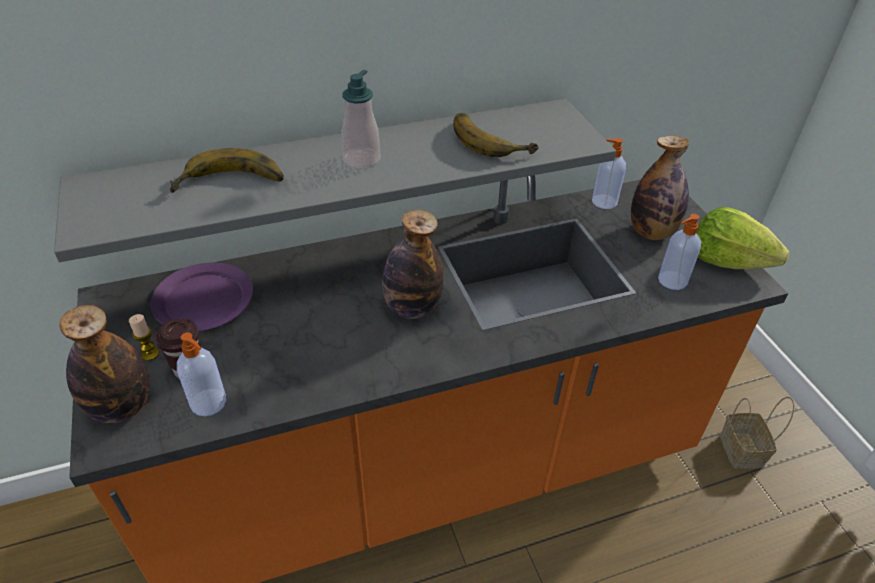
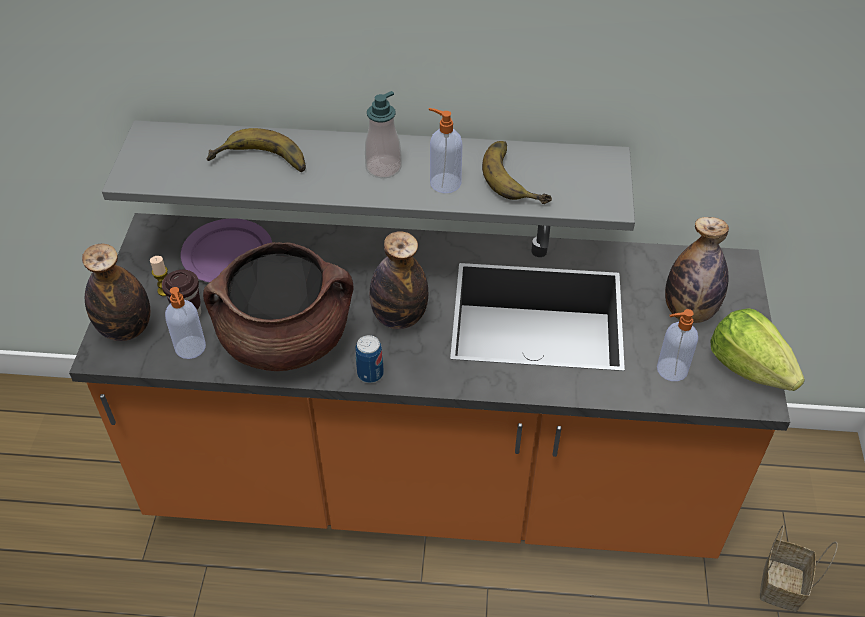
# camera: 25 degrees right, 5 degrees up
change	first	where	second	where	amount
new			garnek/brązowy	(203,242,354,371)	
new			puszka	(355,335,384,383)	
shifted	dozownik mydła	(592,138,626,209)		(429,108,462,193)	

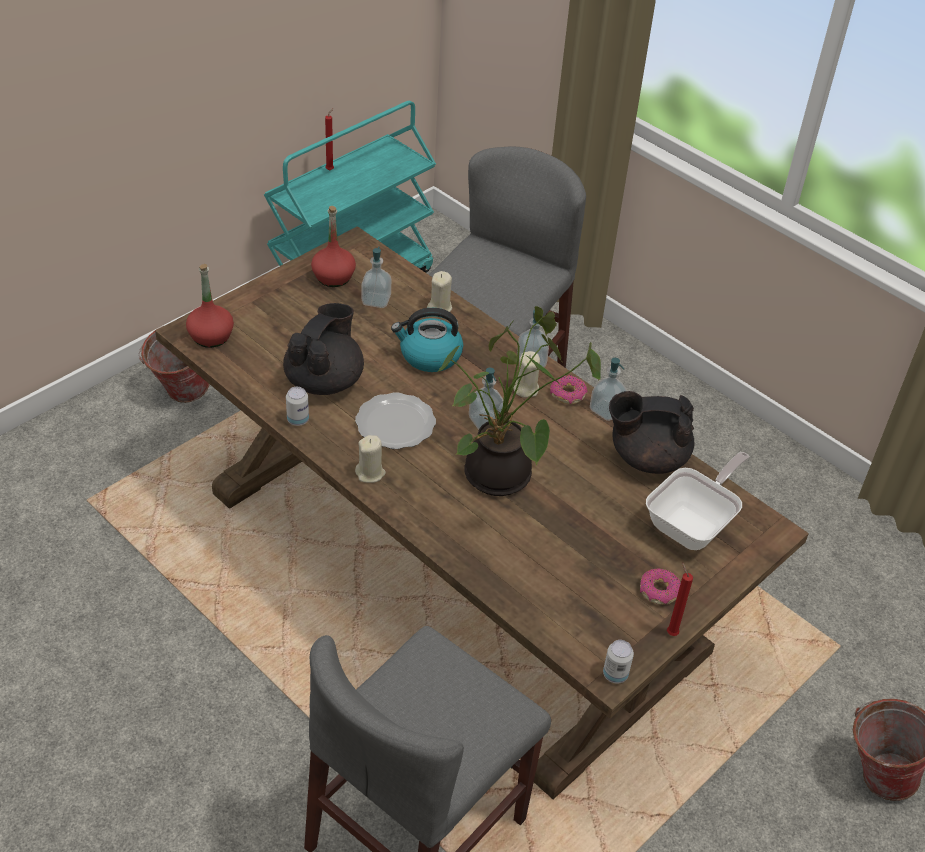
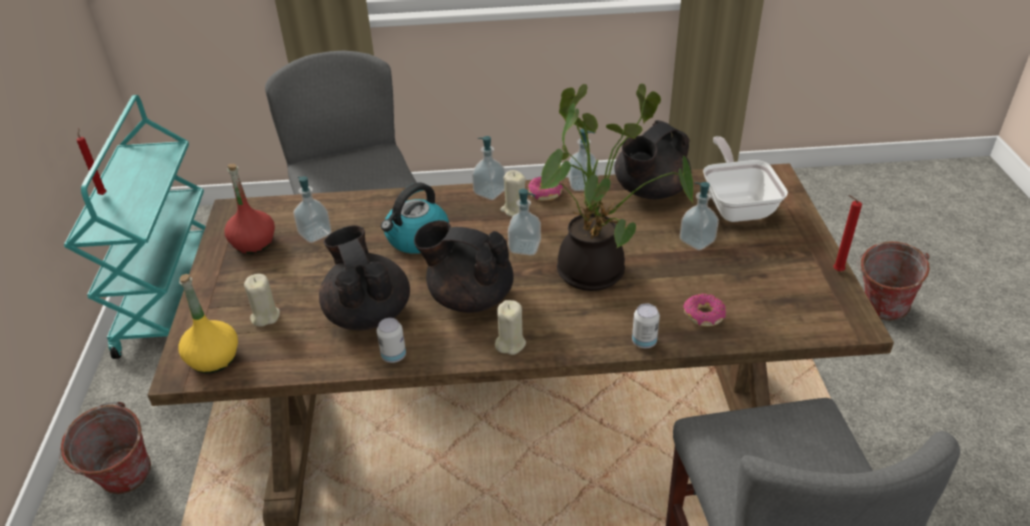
# camera: 45 degrees left, 5 degrees down
change	first	where	second	where	amount
new			dozownik mydła	(680,182,719,250)	
shifted	świeca/beżowy	(427,271,452,312)		(244,274,280,327)	
shifted	puszka	(603,640,634,684)		(632,304,660,348)	
shifted	donut	(640,569,681,605)		(683,294,726,327)	
swapped	talerz	(355,392,436,449)	imbryk/czarny	(414,220,513,313)	
repainted	butelka/czerwony	(186,264,234,348)	butelka/żółty	(178,274,238,374)	

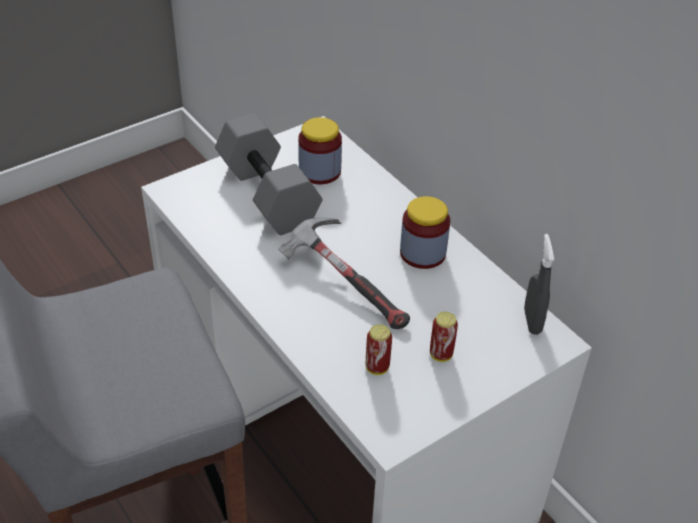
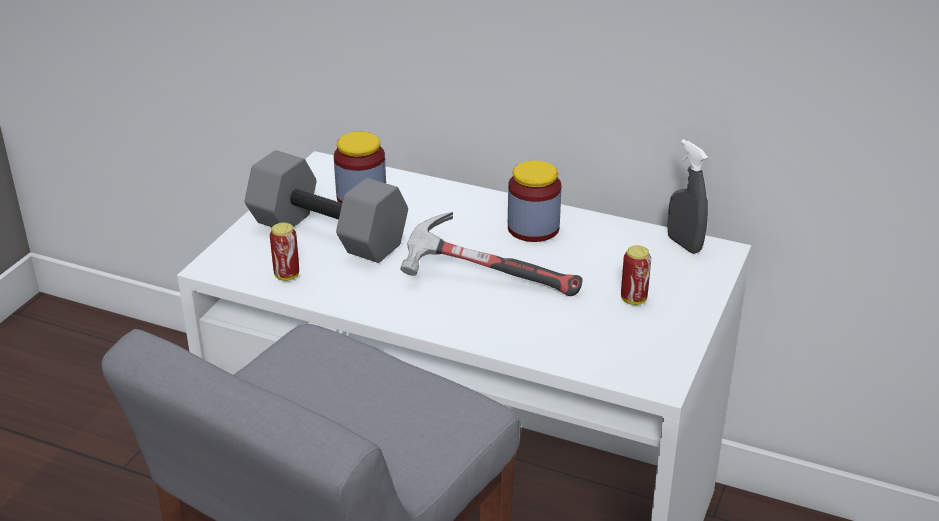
# camera: 30 degrees left, 10 degrees down
change	first	where	second	where	amount
shifted	puszka	(366,324,392,375)		(270,223,299,281)	

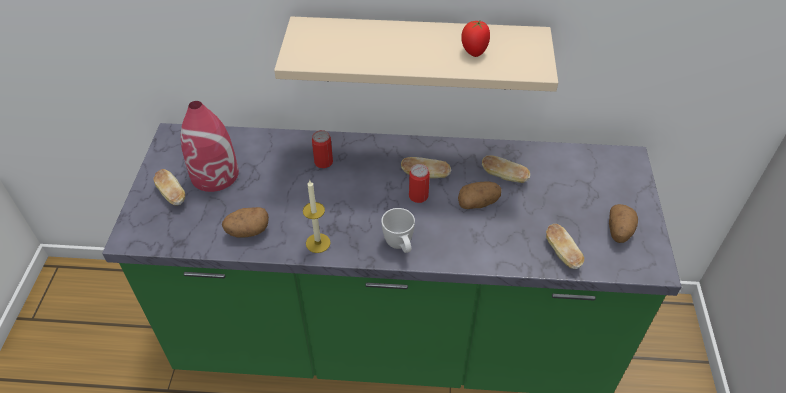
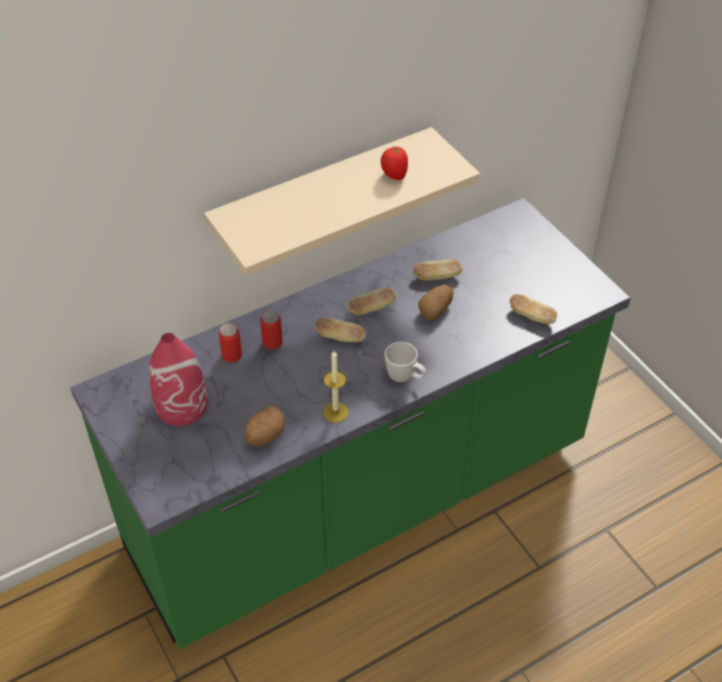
# camera: 35 degrees left, 0 degrees up
change	first	where	second	where	amount
gone	ziemniak	(609,204,638,243)			
shifted	chleb	(154,169,185,205)		(315,318,366,342)	
shifted	puszka	(409,164,430,203)		(219,323,242,362)	

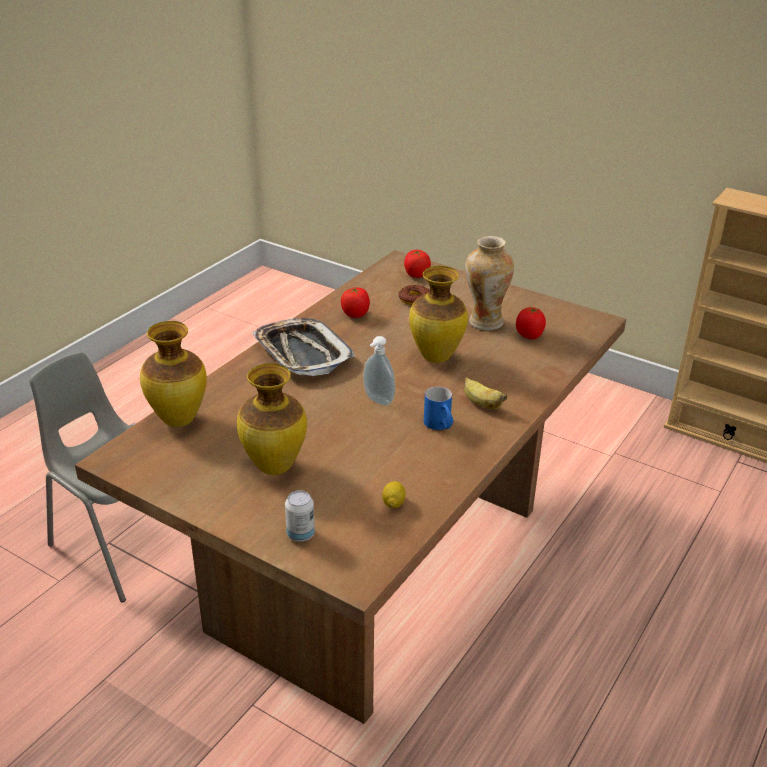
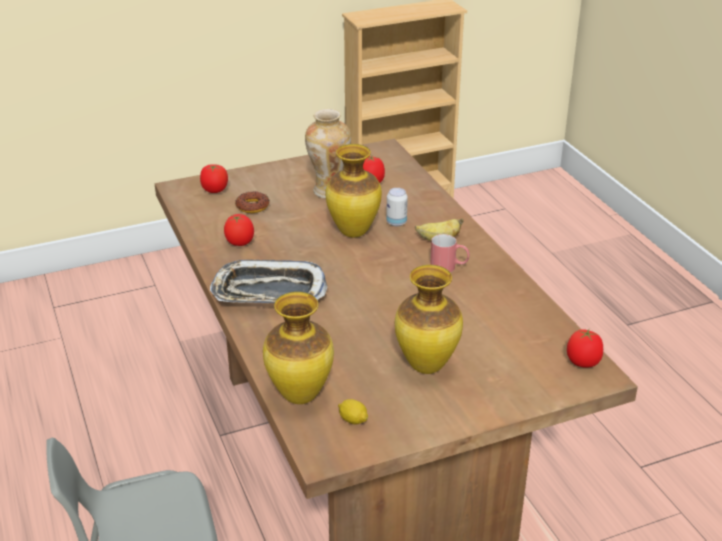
# camera: 55 degrees left, 0 degrees up
change	first	where	second	where	amount
gone	dozownik mydła	(363,336,395,406)			
new			pomidor	(567,329,603,368)	
shifted	puszka	(285,490,315,542)		(386,188,408,227)	
shifted	cytryna	(382,481,405,508)		(338,399,368,424)	
repainted	kubek/niebieski	(424,386,454,430)	kubek/czerwony	(430,234,470,273)	

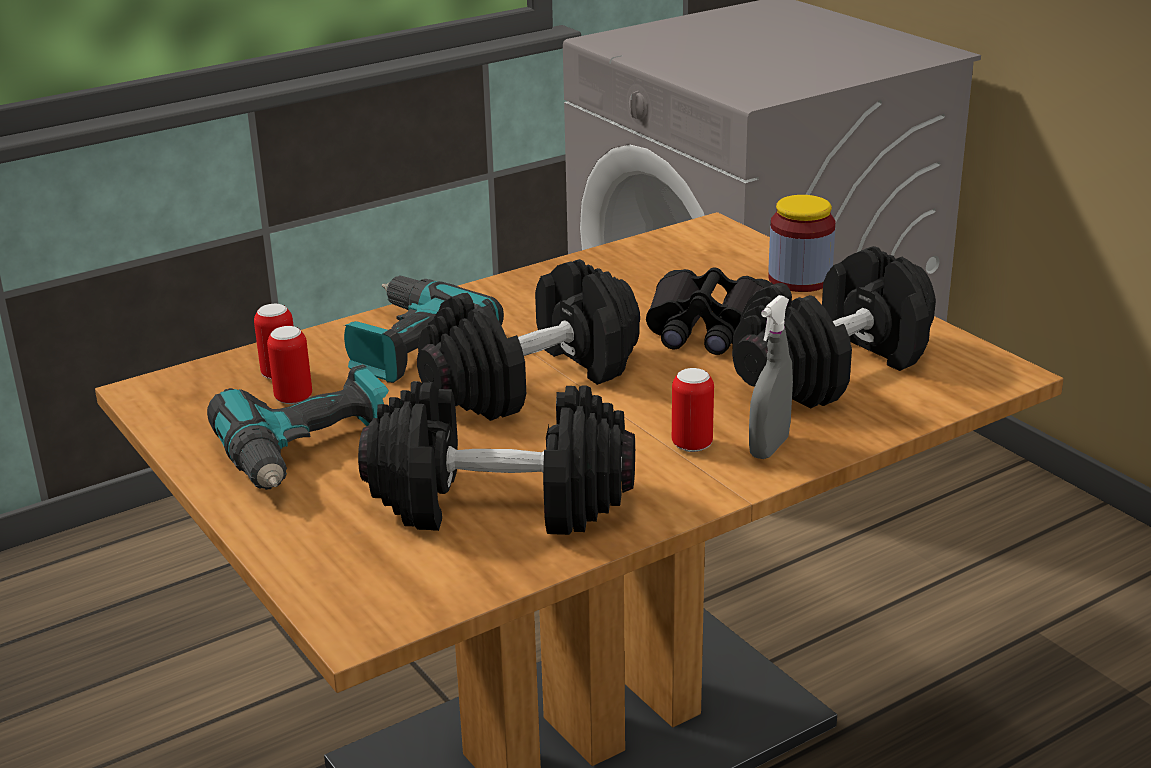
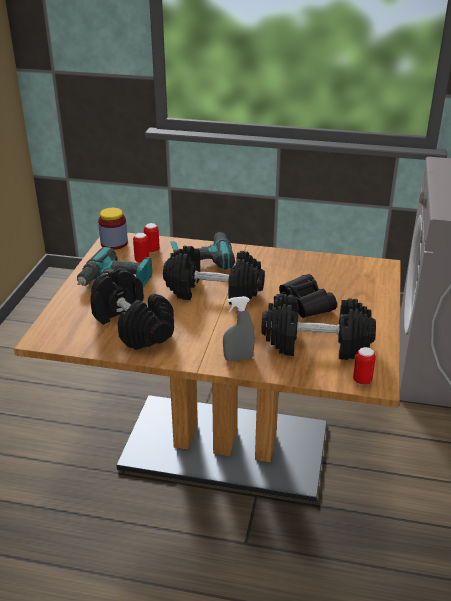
# camera: 45 degrees right, 5 degrees up
change	first	where	second	where	amount
shifted	puszka	(672,368,714,452)		(353,347,376,385)	
shifted	słoik	(768,195,835,292)		(98,208,128,250)	

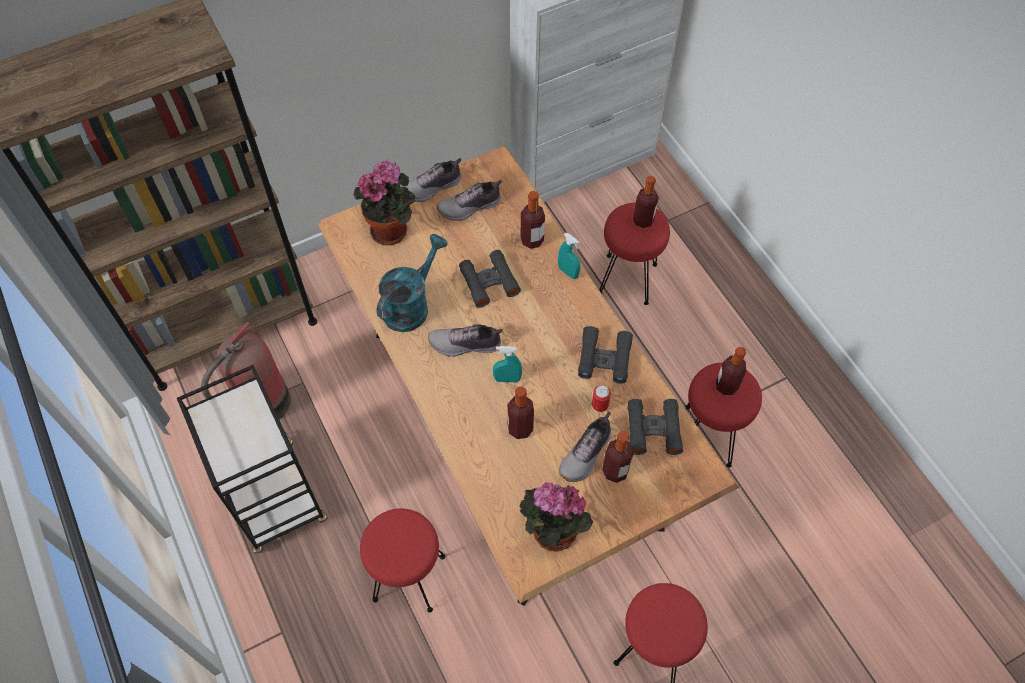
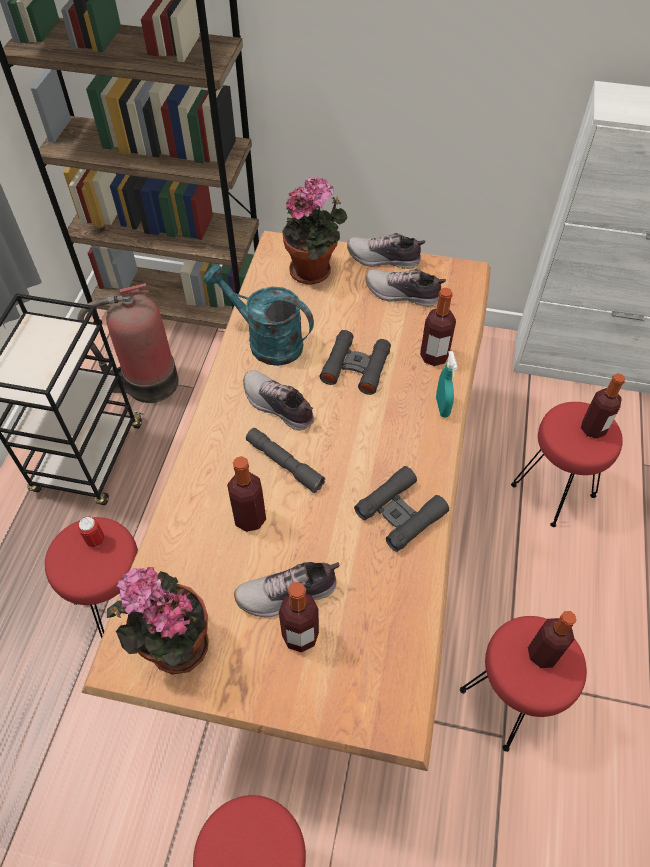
# camera: 40 degrees right, 5 degrees down
change	first	where	second	where	amount
gone	lornetka/czarny	(627,399,683,455)			
shifted	puszka	(592,385,611,412)		(78,516,105,547)	
swapped	spryskiwacz/turkusowy	(493,346,522,383)	latarka/szary	(246,428,325,493)	
rotated	konewka/turkusowy	(376,234,448,332)		(203,264,314,366)	135 degrees counterclockwise

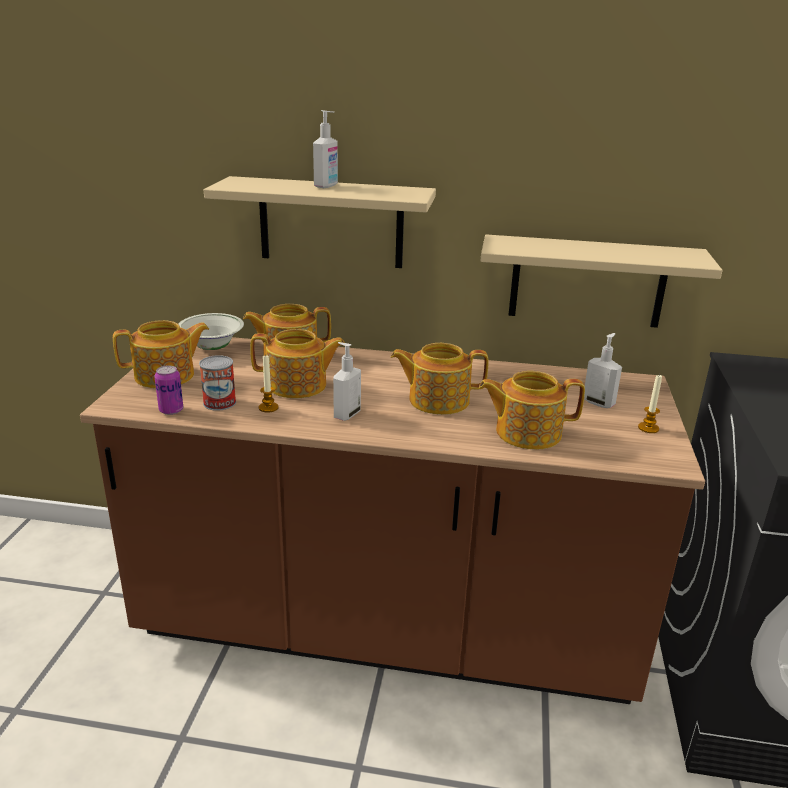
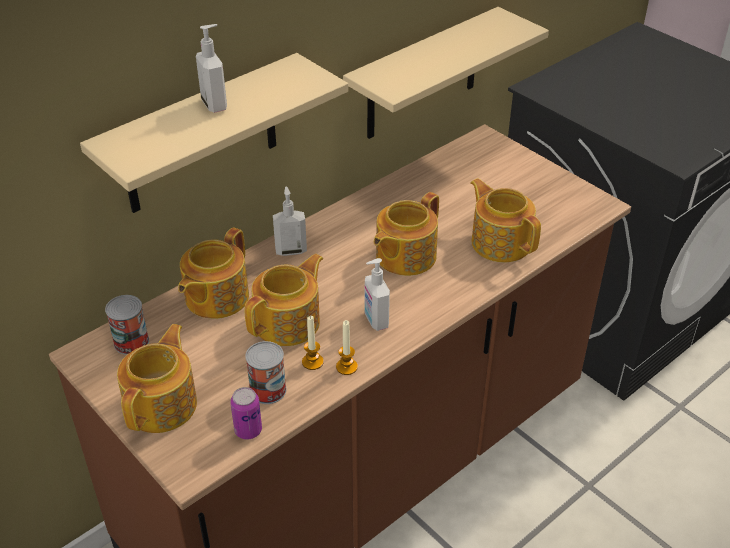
# camera: 50 degrees left, 15 degrees up
change	first	where	second	where	amount
shifted	dozownik mydła	(584,333,622,408)		(273,186,307,256)	
shifted	świeca	(638,374,662,433)		(336,320,358,375)	
swapped	miska/biały	(179,313,244,350)	puszka	(105,295,149,355)	
rotated	imbryk	(479,371,585,450)		(470,178,541,263)	105 degrees clockwise

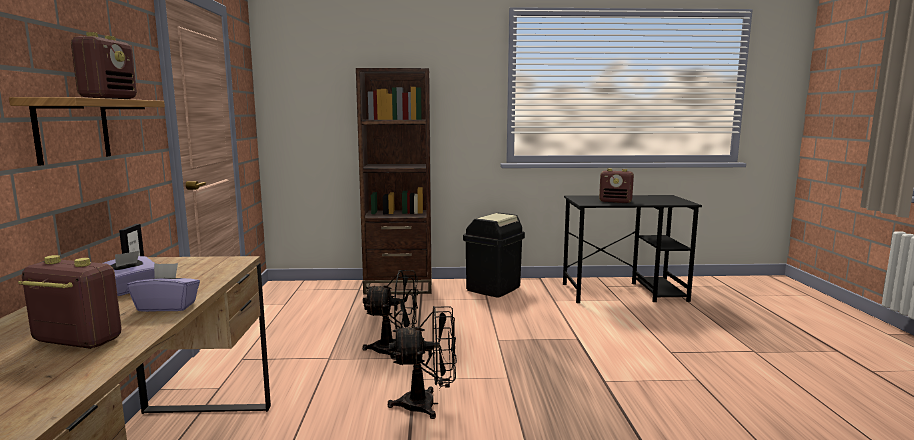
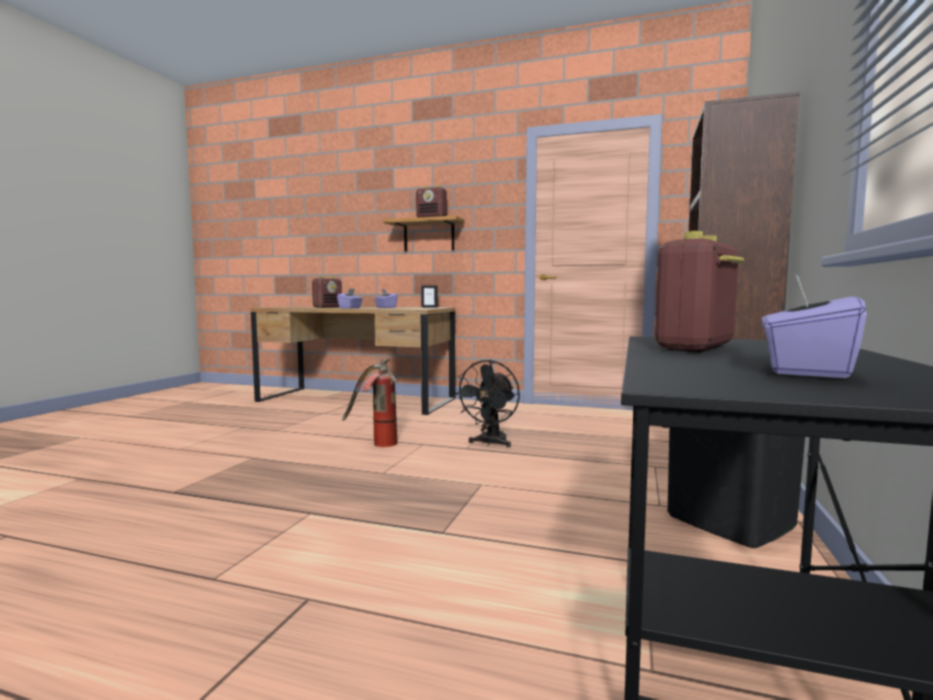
# camera: 110 degrees right, 5 degrees down
change	first	where	second	where	amount
new			pudełko chusteczek/fioletowy	(762,274,867,378)	
swapped	wentylator/czarny	(388,306,457,419)	gaśnica	(342,359,397,447)	

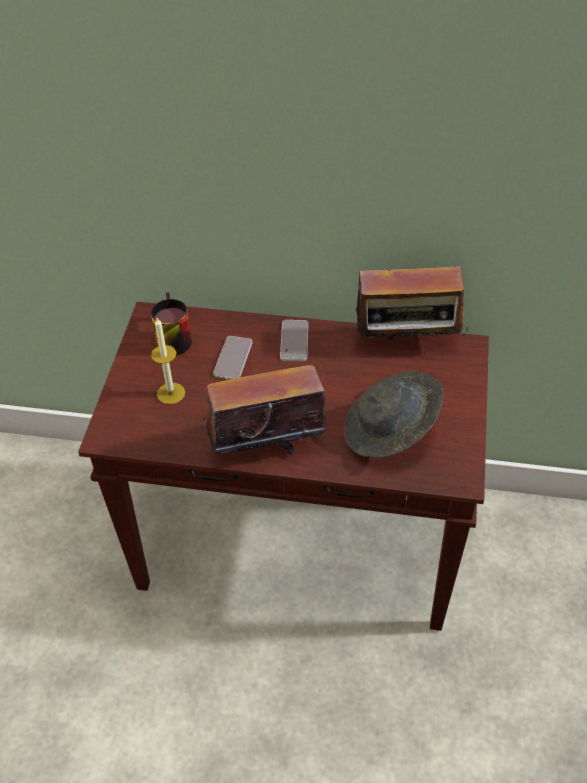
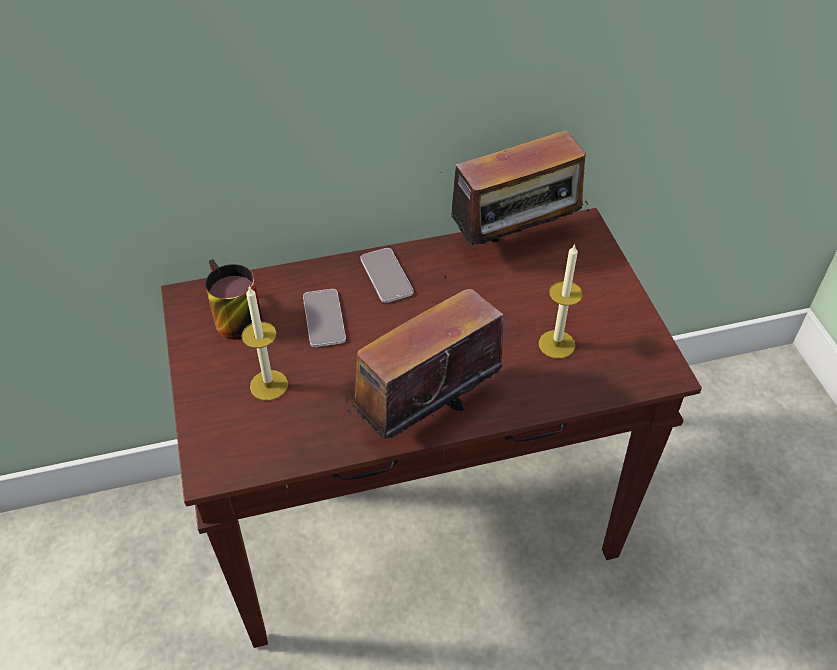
# camera: 25 degrees left, 0 degrees up
change	first	where	second	where	amount
swapped	kapelusz/szary	(344,371,444,458)	świeca	(539,244,583,359)	

